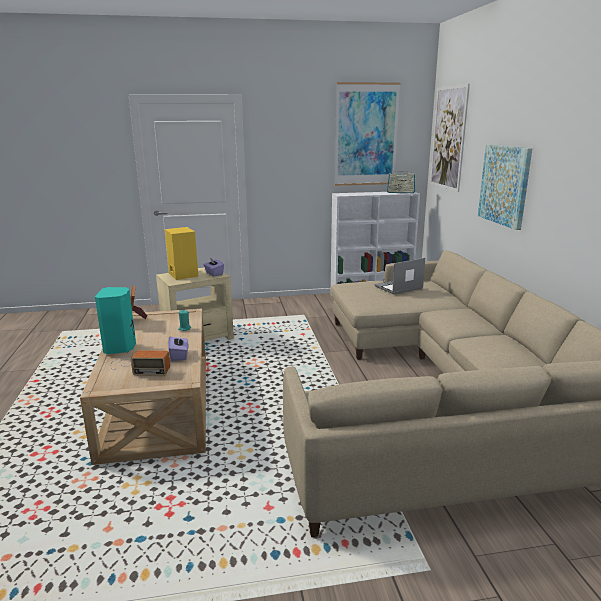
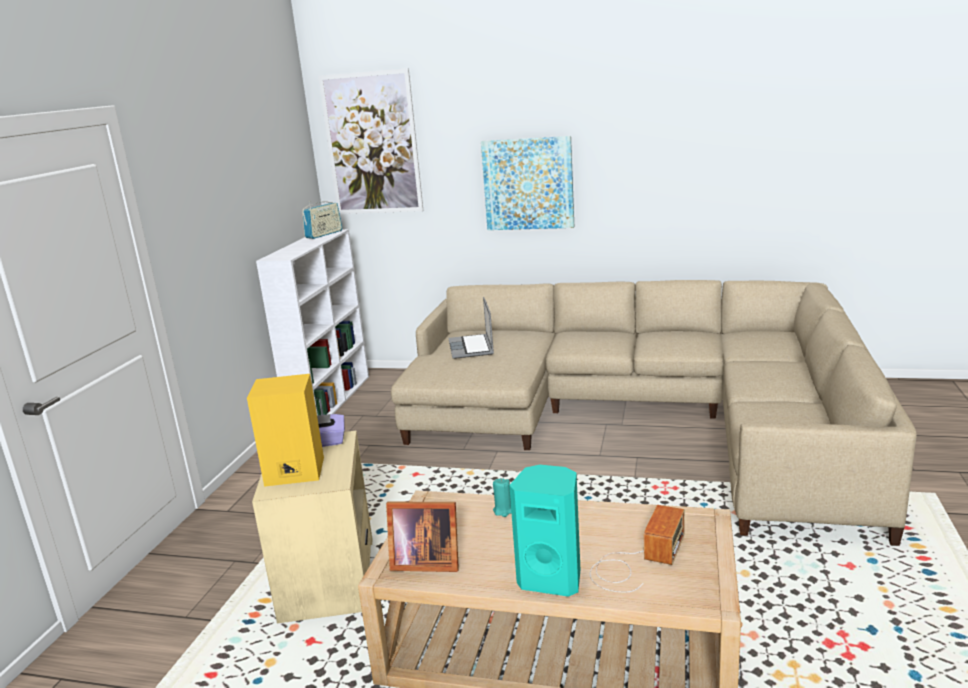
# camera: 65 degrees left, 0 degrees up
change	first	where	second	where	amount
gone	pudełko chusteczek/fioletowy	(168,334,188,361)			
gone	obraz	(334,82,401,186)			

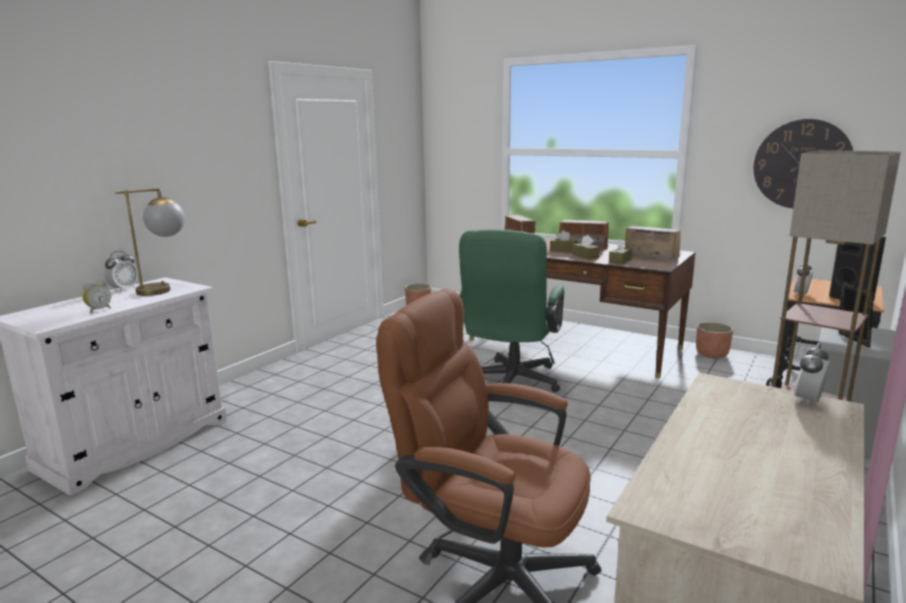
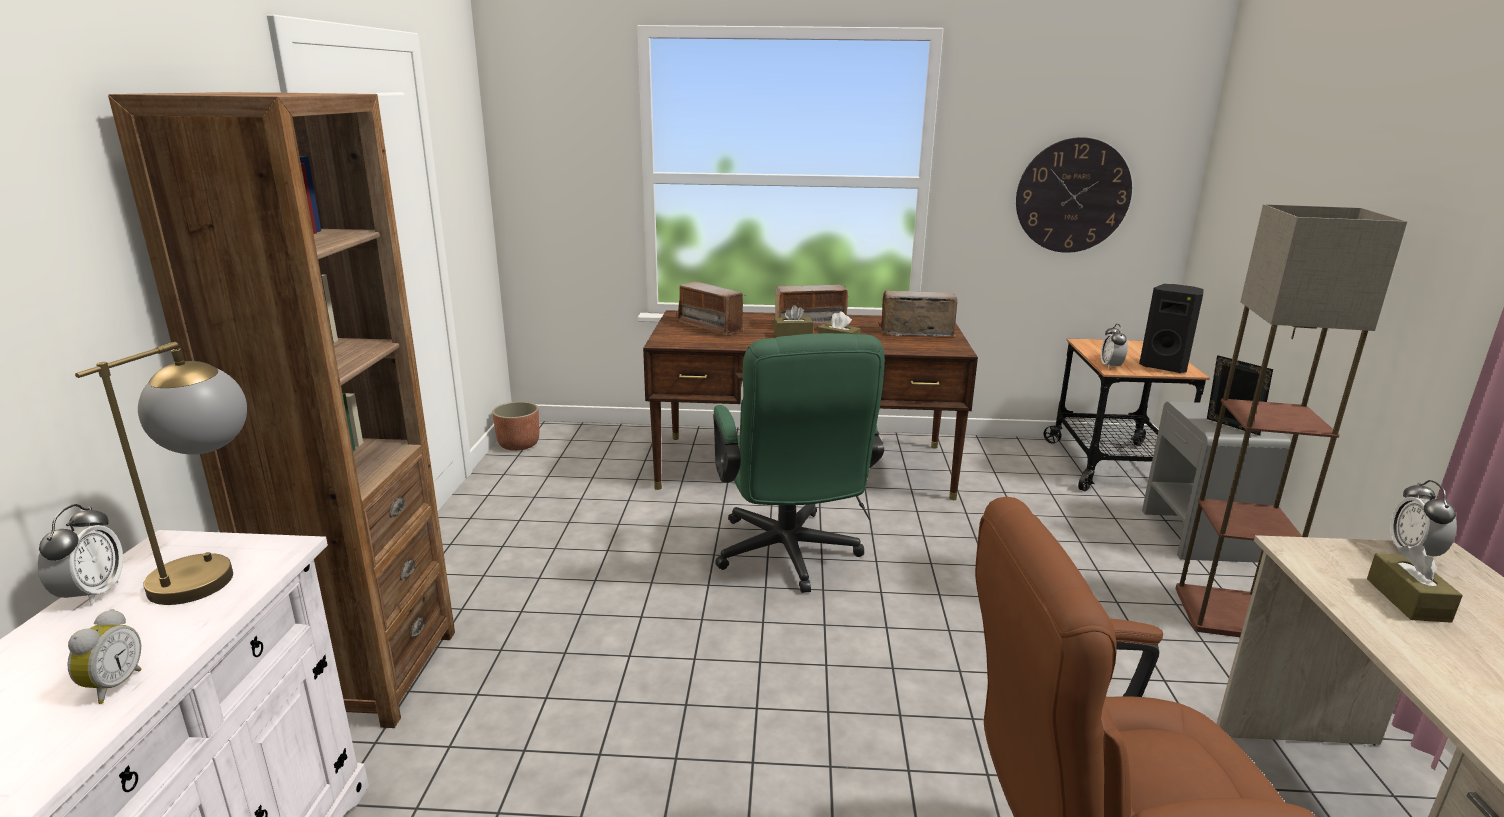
# camera: 30 degrees left, 5 degrees up
change	first	where	second	where	amount
gone	donica	(696,322,733,359)			
new			regał/brązowy	(108,92,455,728)	
shifted	pudełko chusteczek/brązowy	(609,239,632,265)		(1367,545,1463,623)	

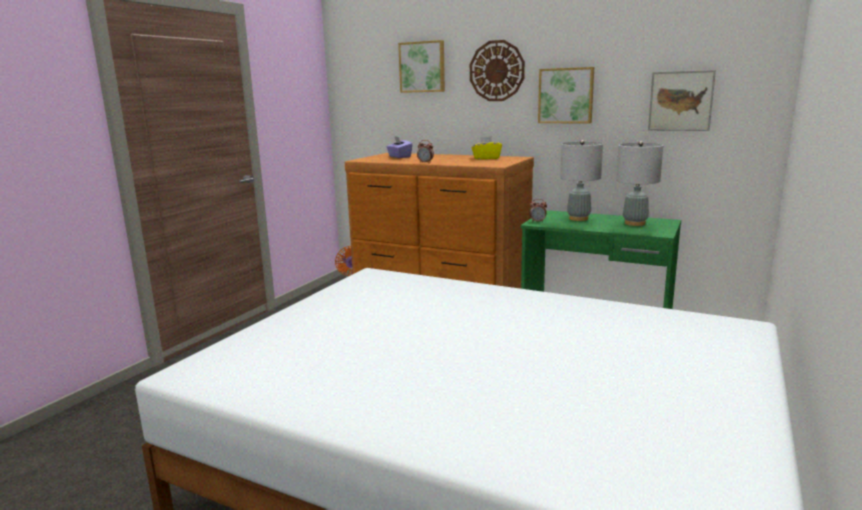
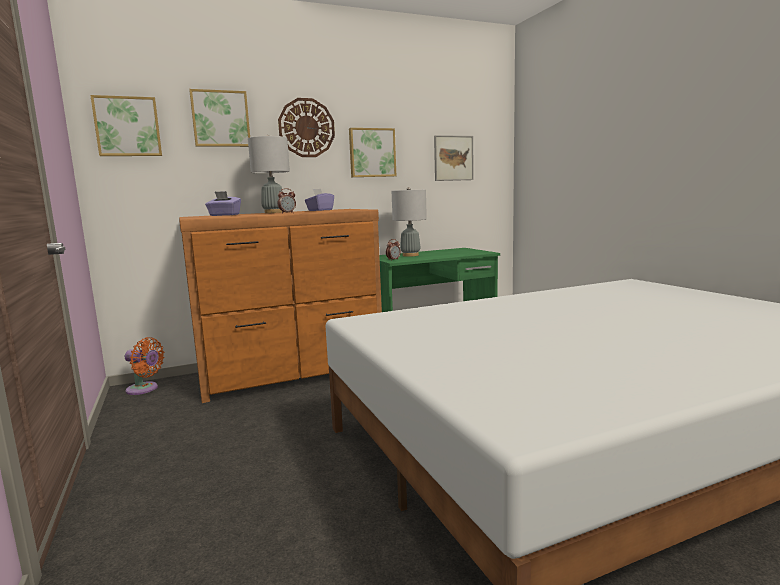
# camera: 50 degrees left, 5 degrees down
change	first	where	second	where	amount
new			obraz	(90,95,162,156)	
shifted	lampa stołowa/szary	(616,141,663,226)		(248,135,290,213)	
repainted	pudełko chusteczek/żółty	(471,136,502,160)	pudełko chusteczek/fioletowy	(305,189,334,211)	

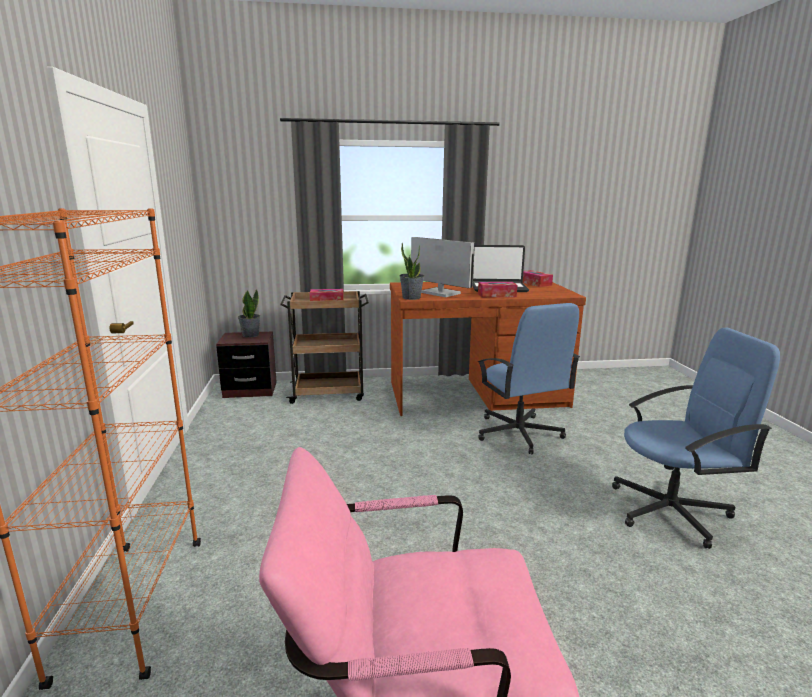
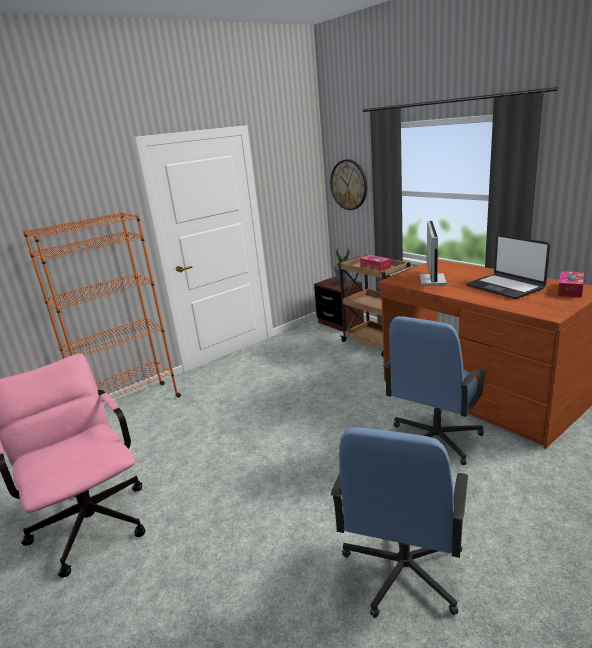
# camera: 60 degrees right, 5 degrees up
change	first	where	second	where	amount
gone	roślina doniczkowa	(399,243,424,300)			
gone	pudełko chusteczek	(478,282,517,297)			
new			zegar ścienny	(330,159,367,210)	
rotated	krzesło biurowe/niebieski	(612,328,780,549)		(331,428,468,618)	60 degrees clockwise

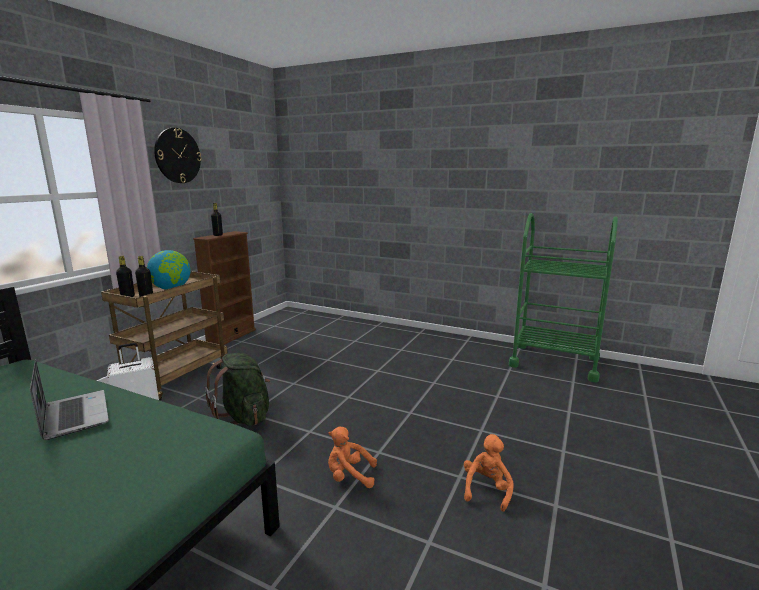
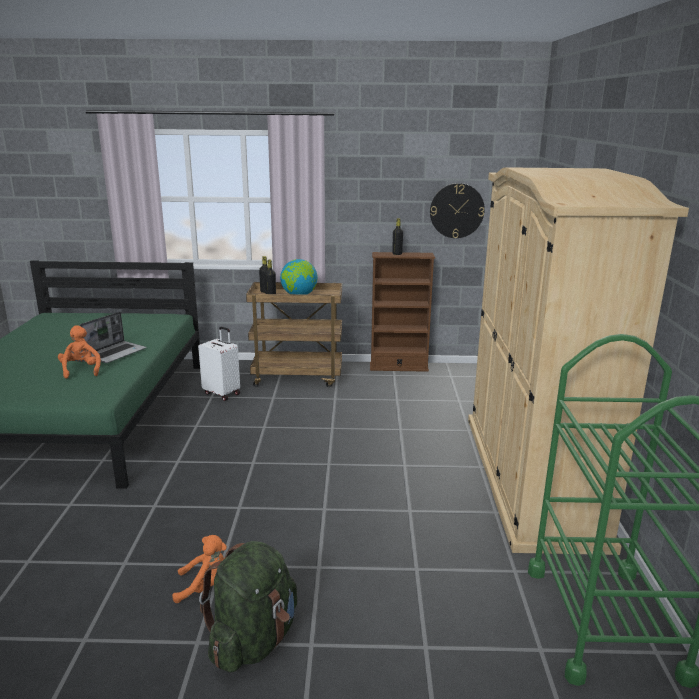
# camera: 65 degrees right, 5 degrees up
change	first	where	second	where	amount
new			szafa/beżowy	(468,167,689,555)	
shifted	zegar ścienny	(154,128,202,183)		(430,183,485,238)	
shifted	plecak/zielony	(205,353,270,426)		(199,541,297,672)	
shifted	pluszak/pomarańczowy	(328,427,377,488)		(58,325,101,379)	

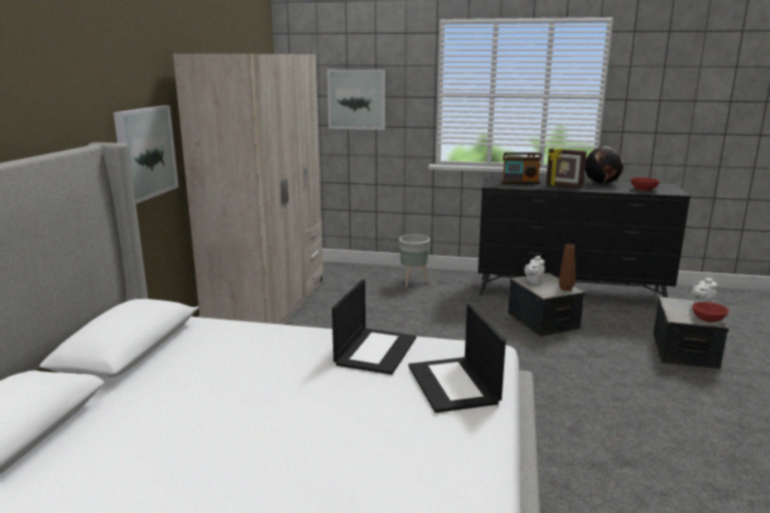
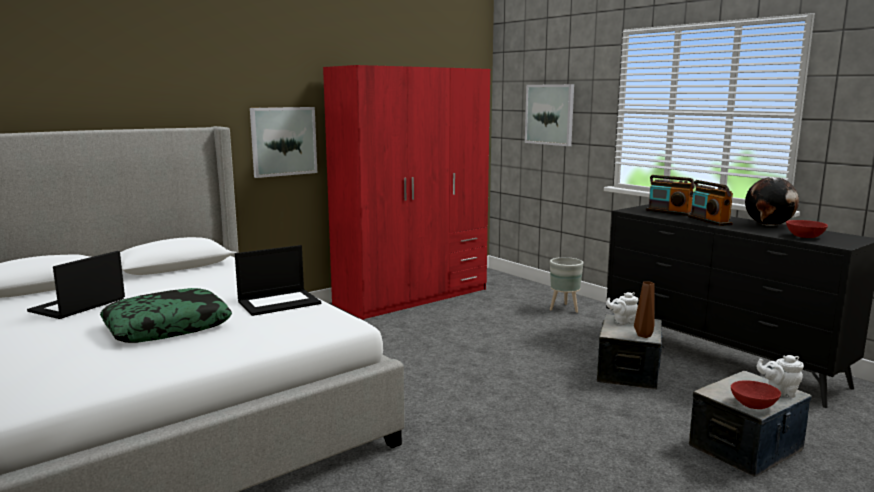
# camera: 40 degrees right, 5 degrees down
change	first	where	second	where	amount
new			poduszka	(100,288,232,343)	
shifted	laptop	(408,304,506,413)		(27,251,125,319)	
swapped	ramka na zdjęcie	(546,148,587,188)	radio	(688,180,733,226)	
repainted	szafa/beżowy	(173,54,323,325)	szafa/czerwony	(323,65,490,320)	

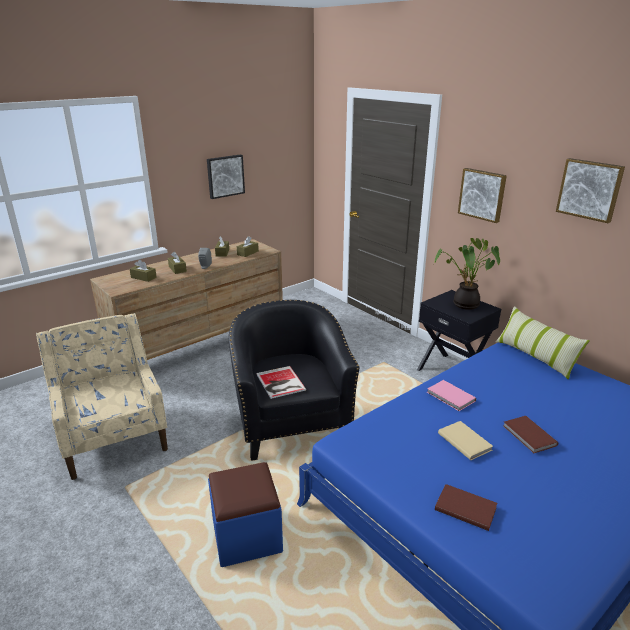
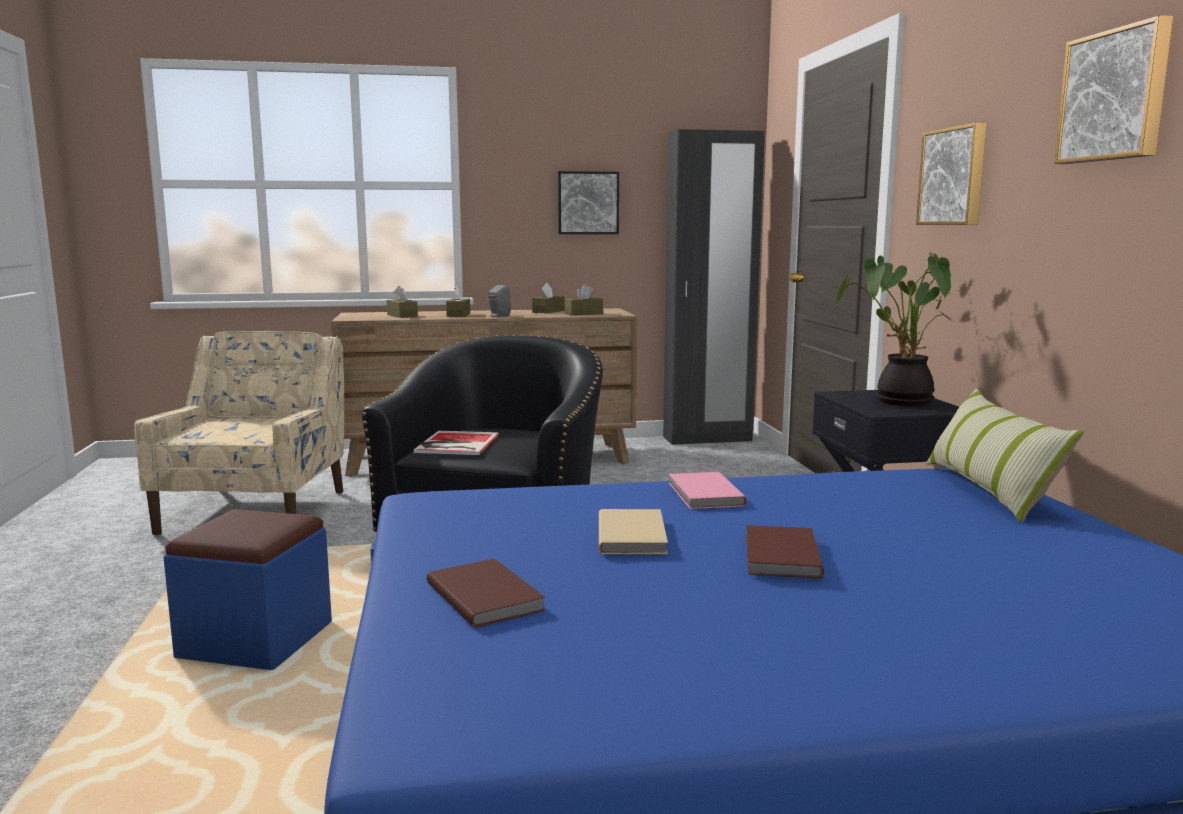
# camera: 30 degrees right, 15 degrees down
change	first	where	second	where	amount
new			szafa/czarny	(663,129,765,445)	

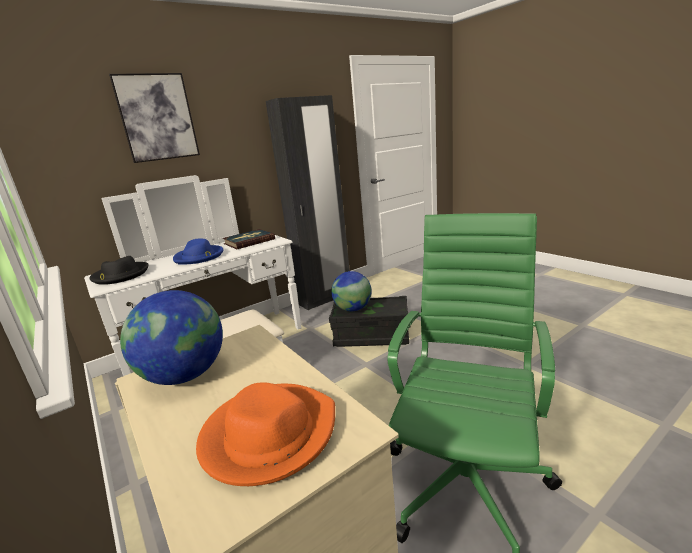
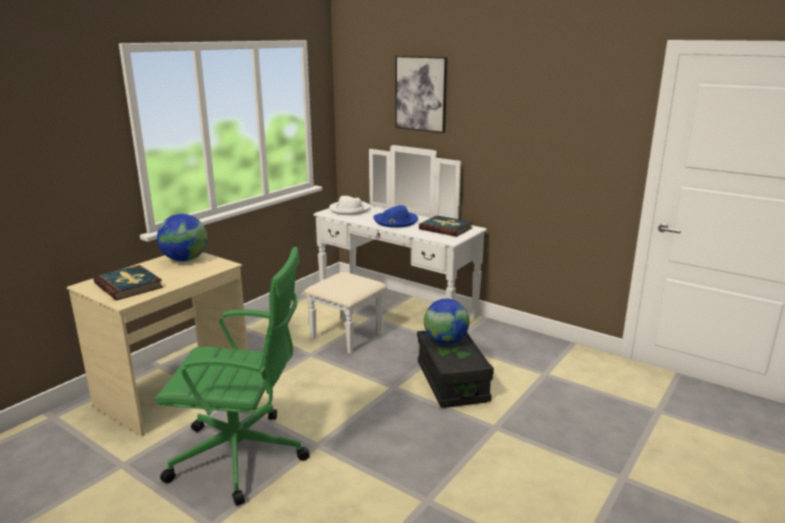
# camera: 70 degrees right, 0 degrees up
change	first	where	second	where	amount
gone	szafa/czarny	(266,95,350,310)			
swapped	kapelusz/pomarańczowy	(196,382,335,486)	książka	(94,265,163,300)	
repainted	kapelusz/czarny	(90,256,149,285)	kapelusz/biały	(329,196,370,215)	

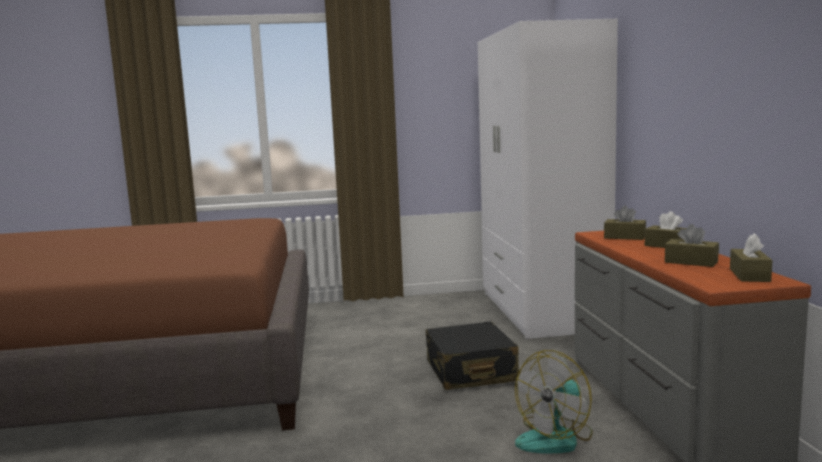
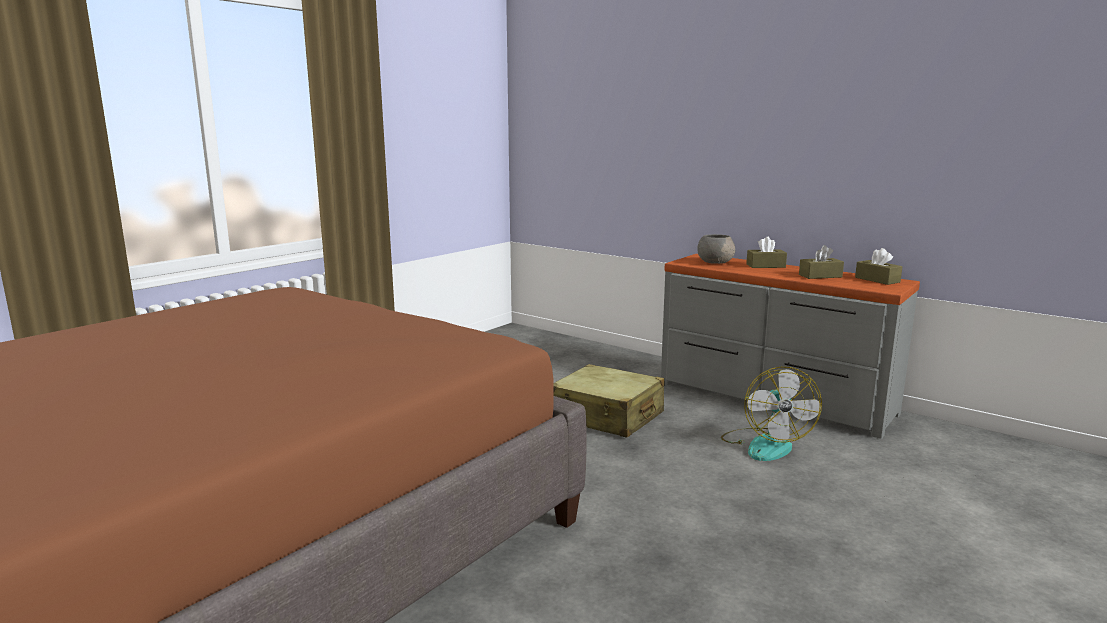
# camera: 45 degrees left, 5 degrees up
change	first	where	second	where	amount
gone	szafa/biały	(478,19,618,339)			
swapped	pudełko chusteczek/brązowy	(604,206,646,240)	miska/szary	(697,234,735,264)	
repainted	walizka/czarny	(426,321,519,390)	walizka/beżowy	(553,364,664,438)	

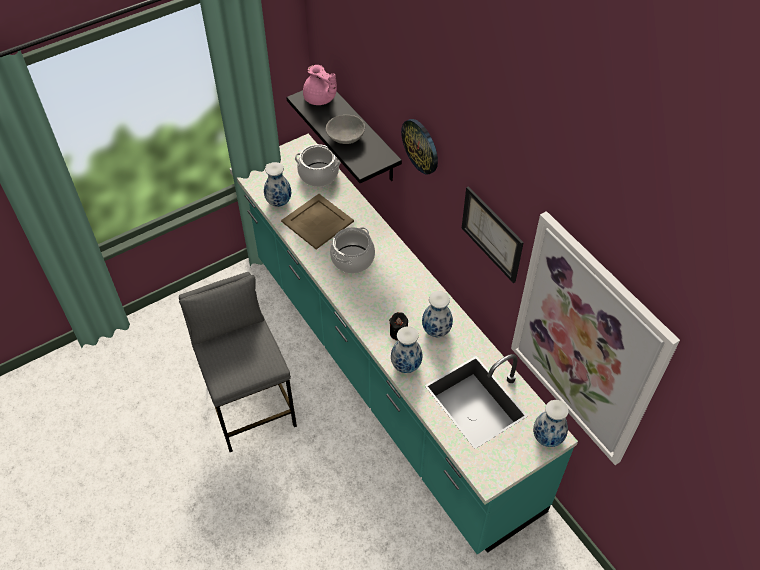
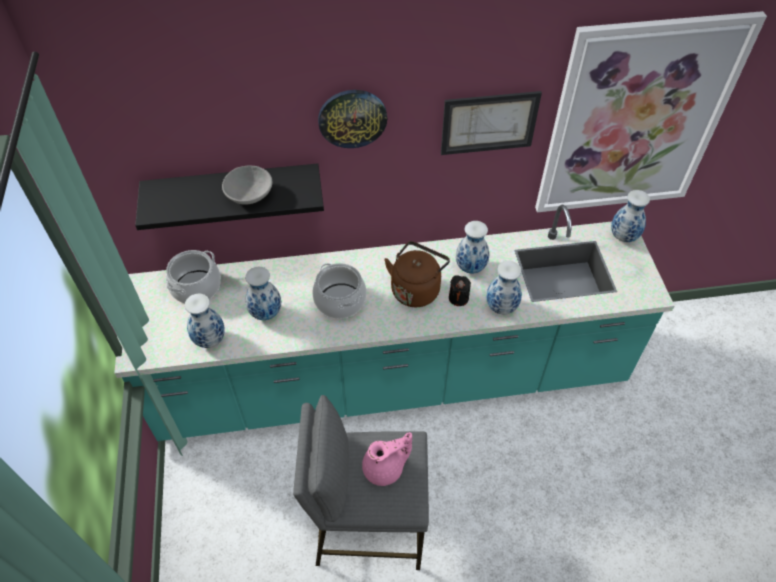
# camera: 65 degrees left, 0 degrees up
change	first	where	second	where	amount
new			czajnik/brązowy	(384,241,450,307)	
shifted	imbryk/różowy	(303,65,337,105)		(362,432,412,486)	
swapped	taca/beżowy	(281,194,354,250)	wazon	(245,267,281,320)	

